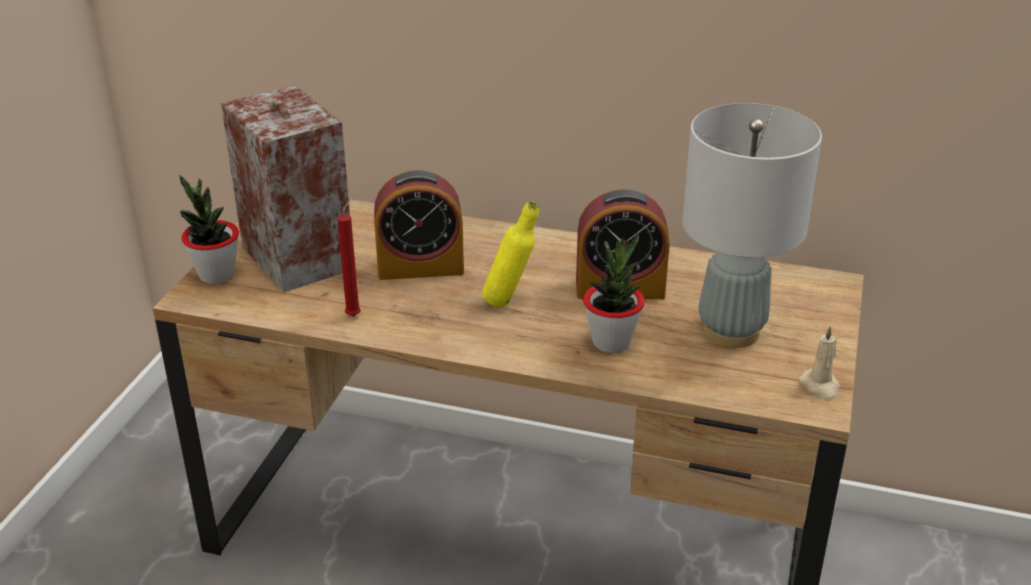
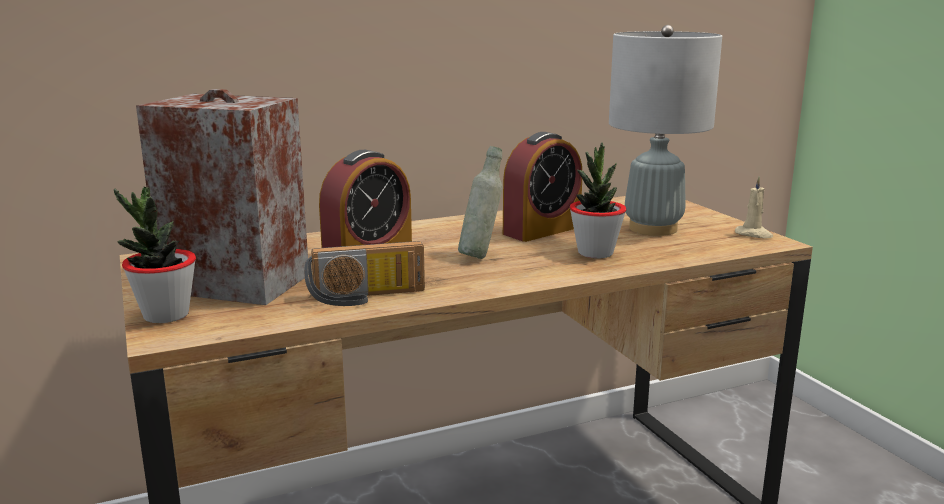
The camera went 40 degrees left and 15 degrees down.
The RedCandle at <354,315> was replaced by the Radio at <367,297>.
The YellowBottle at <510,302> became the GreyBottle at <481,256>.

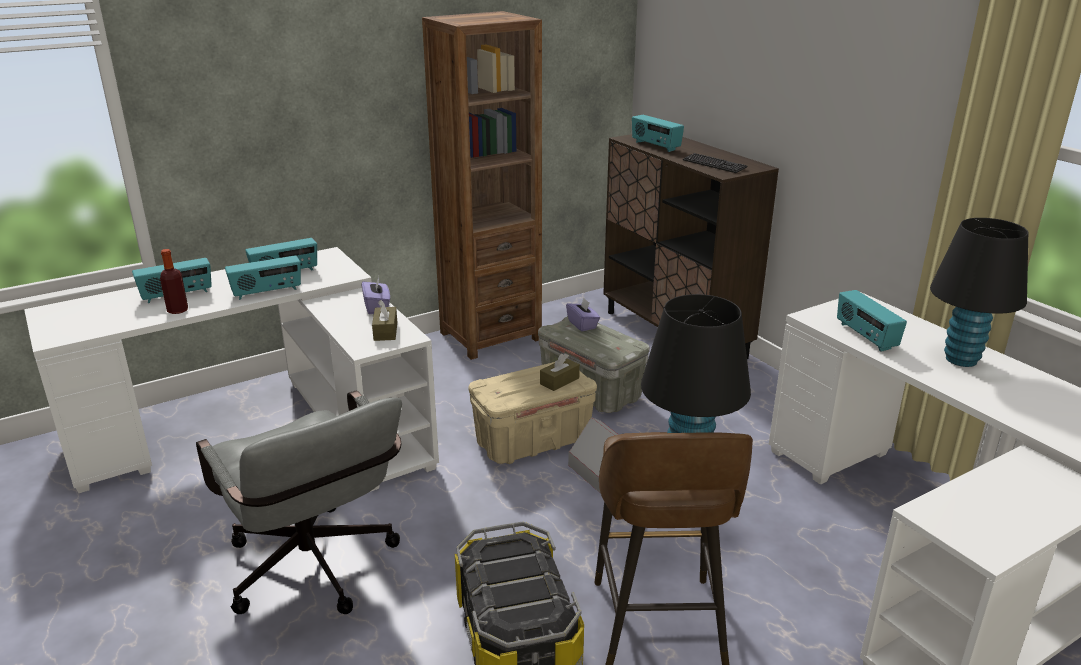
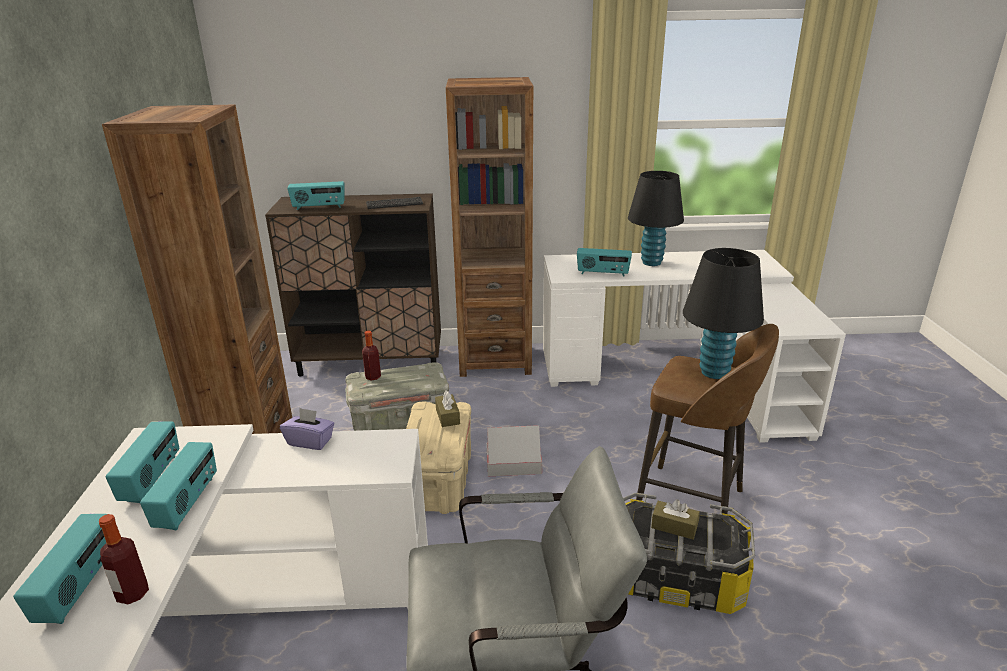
The camera went 60 degrees left and 0 degrees up.
The PurpleTissueBox at <582,324> was replaced by the Bottle at <373,377>.
The BrownTissueBox moved from <385,331> to <674,526>.
The BrownBookcase at <495,361> appeared.

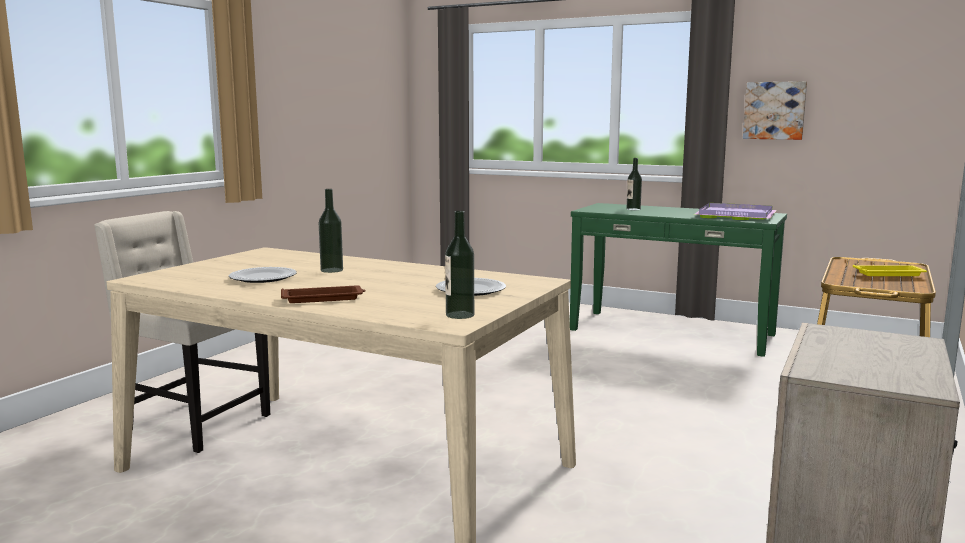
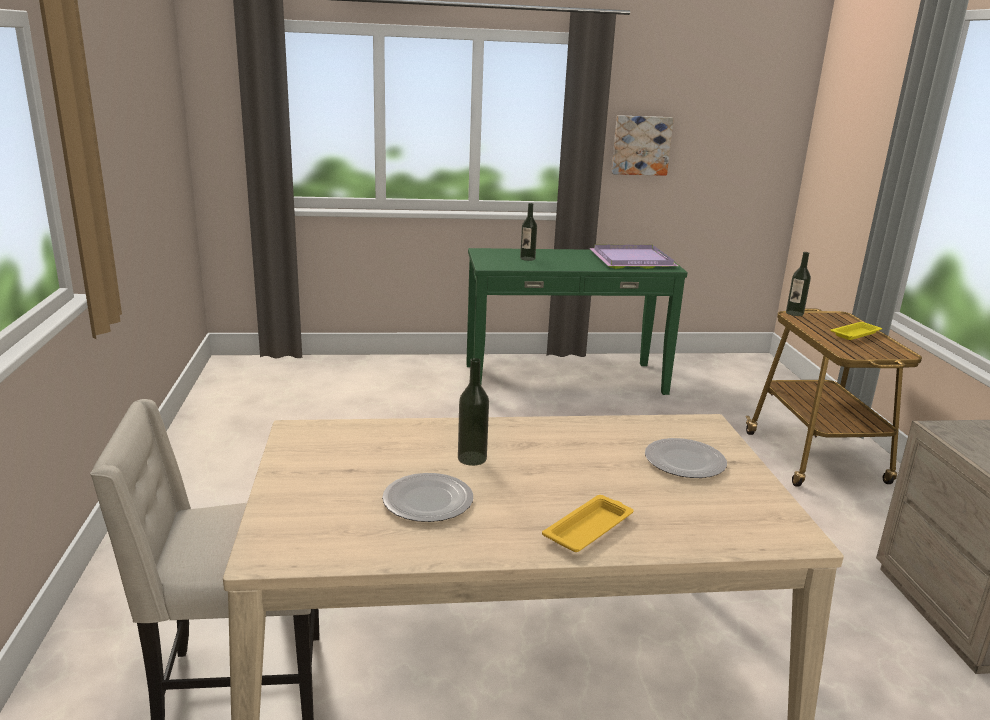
The camera went 35 degrees left and 10 degrees up.
The Bottle moved from <460,315> to <794,313>.
The BrownTray at <324,298> became the YellowTray at <589,528>.

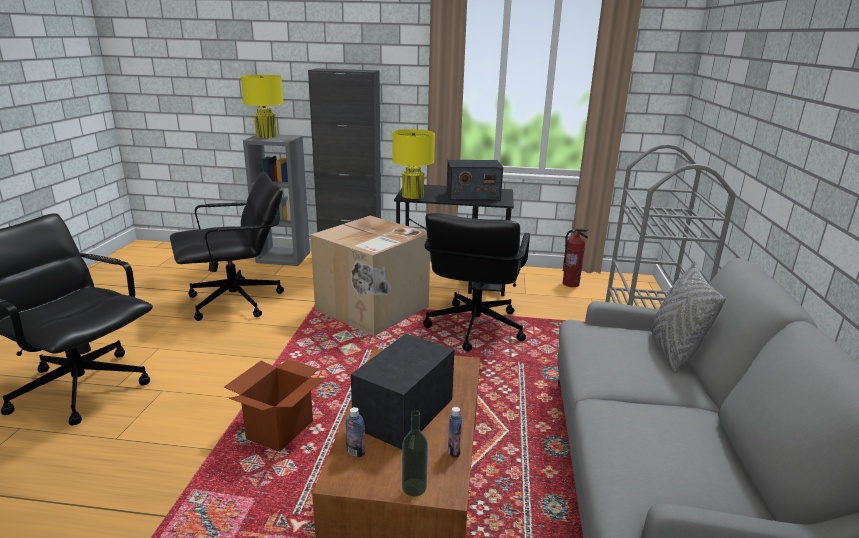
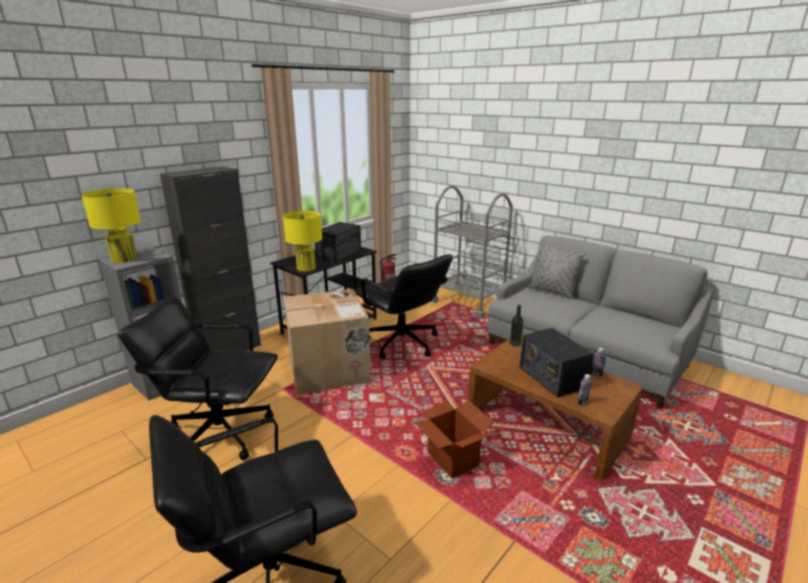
The camera went 55 degrees left and 0 degrees up.
The BlackOfficeChair at <236,301> turned 90 degrees counterclockwise.
The Bottle moved from <414,487> to <515,343>.

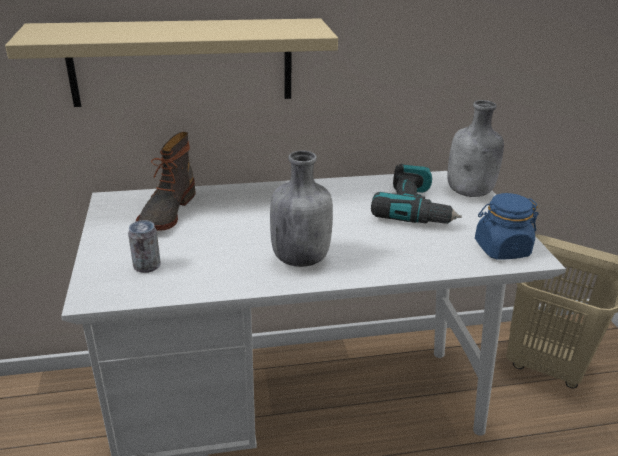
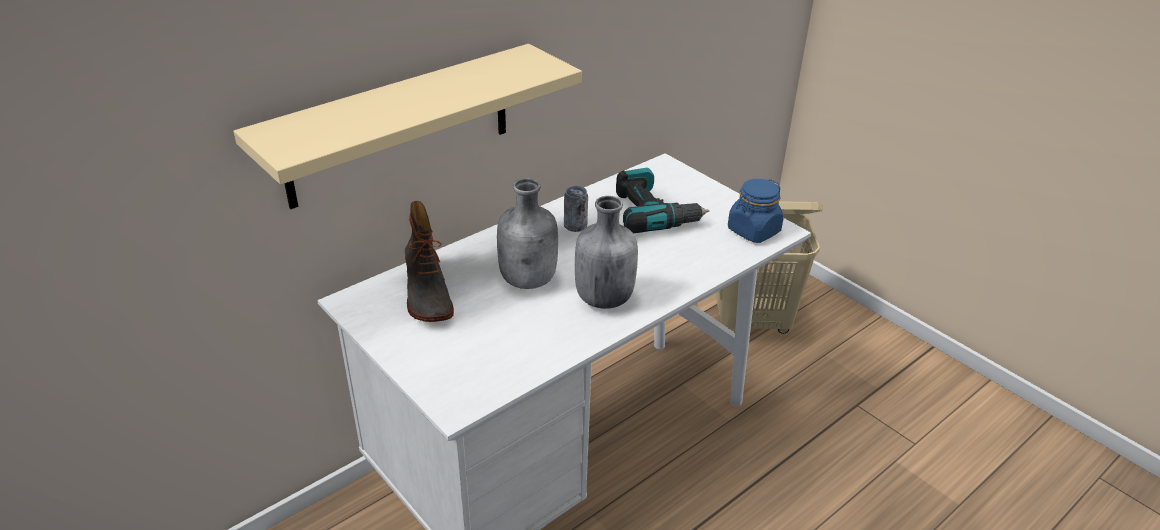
The camera went 30 degrees left and 5 degrees up.
The GreyBottle moved from <470,192> to <529,280>.
The Can moved from <147,266> to <575,226>.

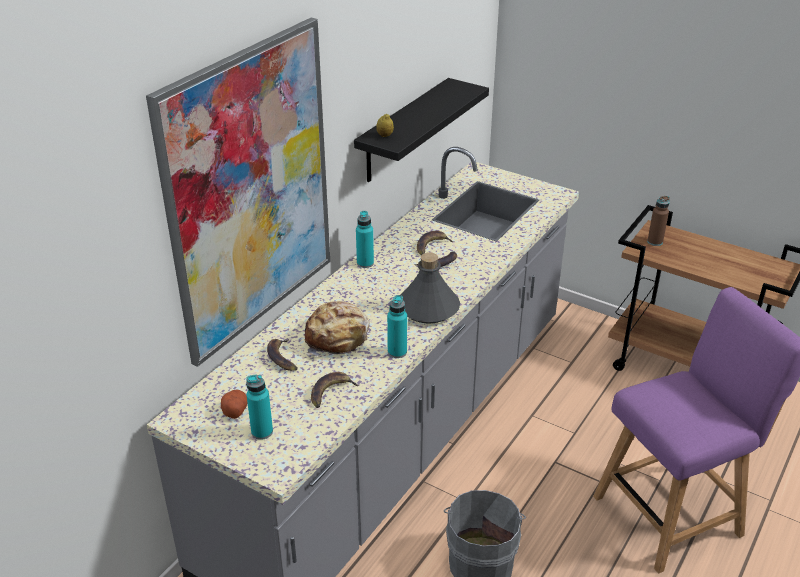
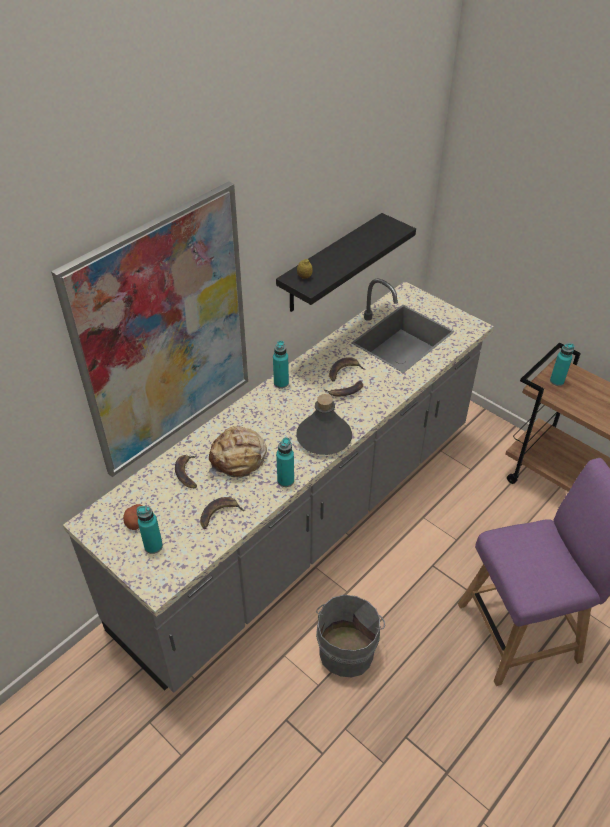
The camera went 10 degrees right and 10 degrees up.
The BrownBottle at <655,242> became the TurquoiseBottle at <557,381>.

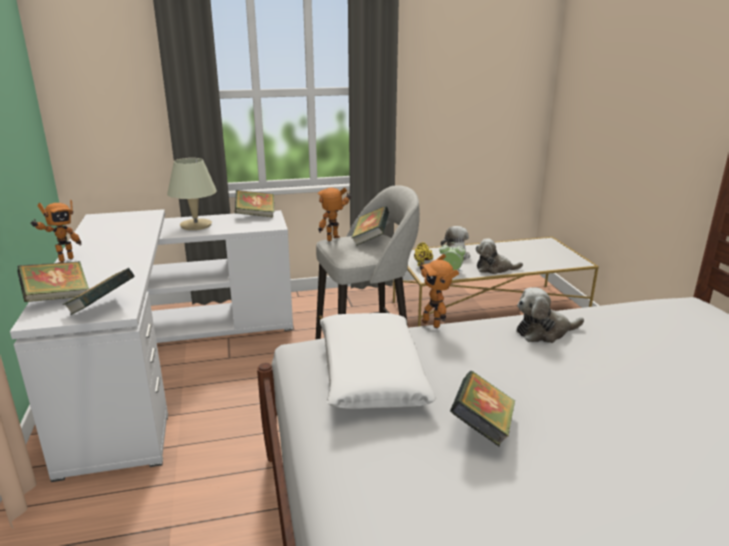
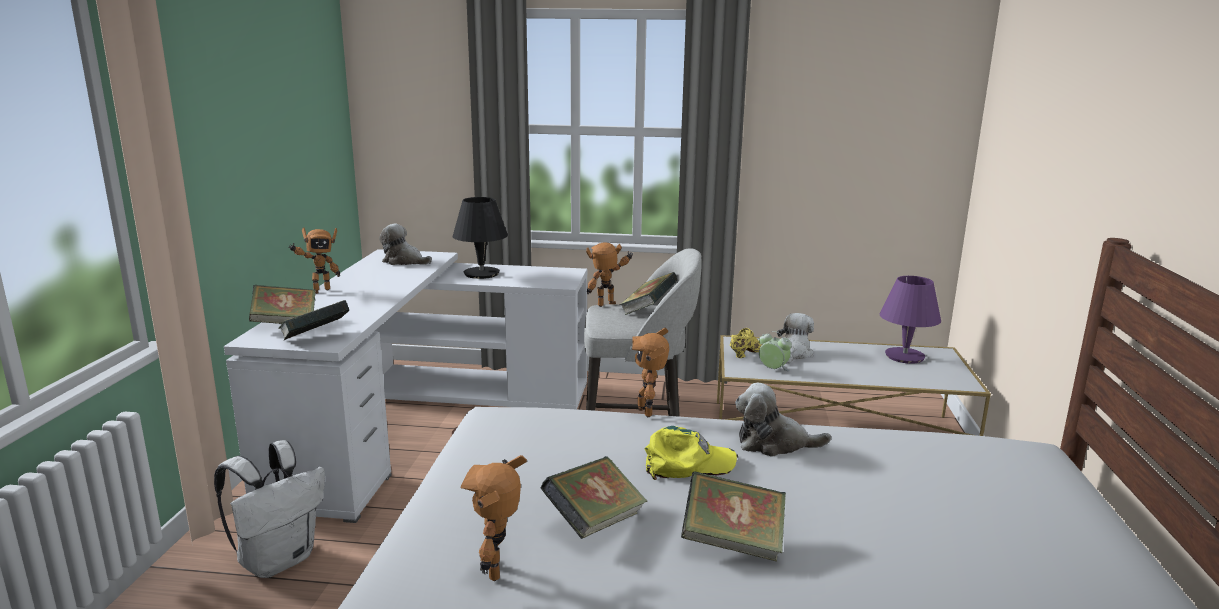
The camera went 20 degrees right and 5 degrees down.
The BeigeTableLamp at <196,225> became the BlackTableLamp at <481,273>.
The Book moved from <255,215> to <732,543>.
The PlushToy moved from <494,269> to <404,261>.
The WhitePillow at <371,373> disappeared.
The PurpleTableLamp at <905,356> appeared.
The YellowCap at <688,463> appeared.
The WhiteBackpack at <279,560> appeared.
The ToyRobot at <500,570> appeared.

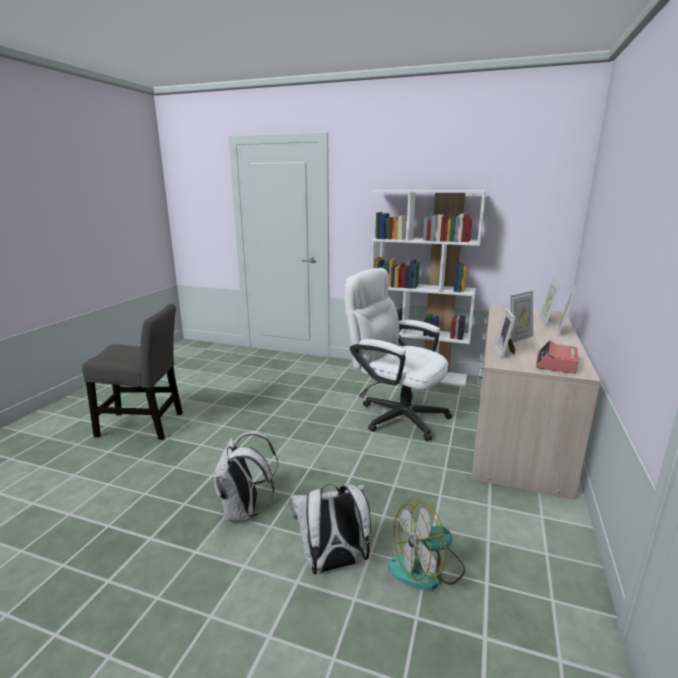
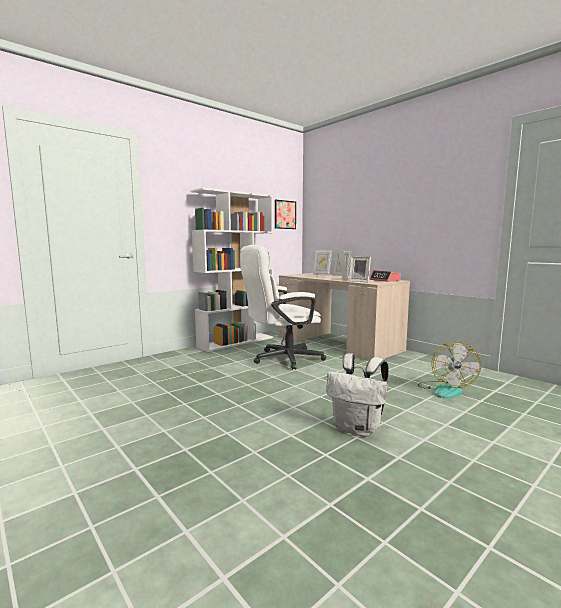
The camera went 60 degrees left and 10 degrees down.
The GreyChair at <144,425> disappeared.
The WhiteBackpack at <332,564> disappeared.
The Picture at <285,214> appeared.

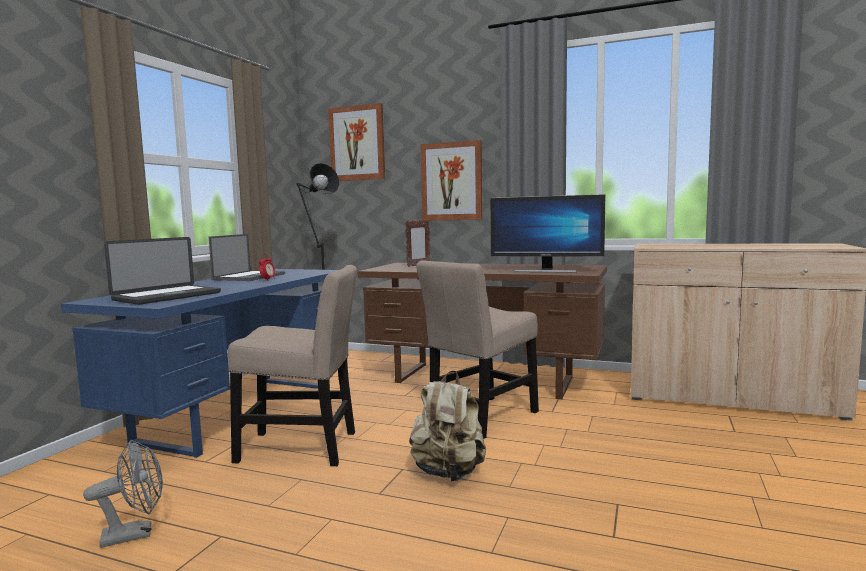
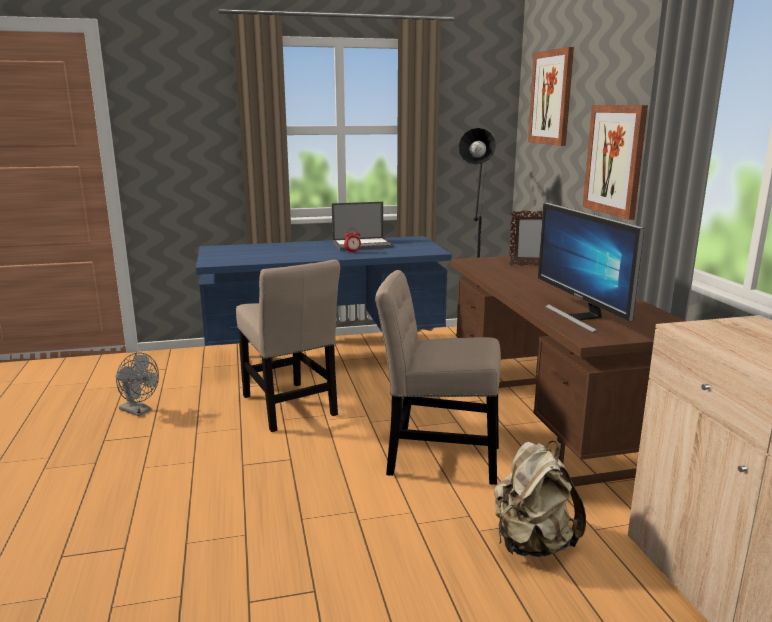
The camera went 55 degrees right and 10 degrees up.
The Laptop at <167,296> disappeared.
The BeigeBackpack moved from <449,473> to <532,544>.

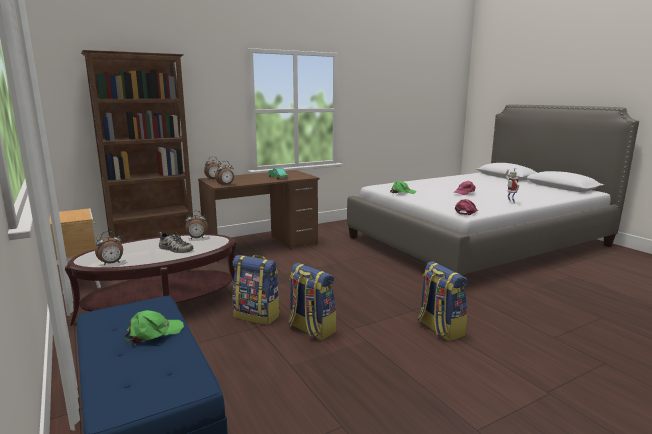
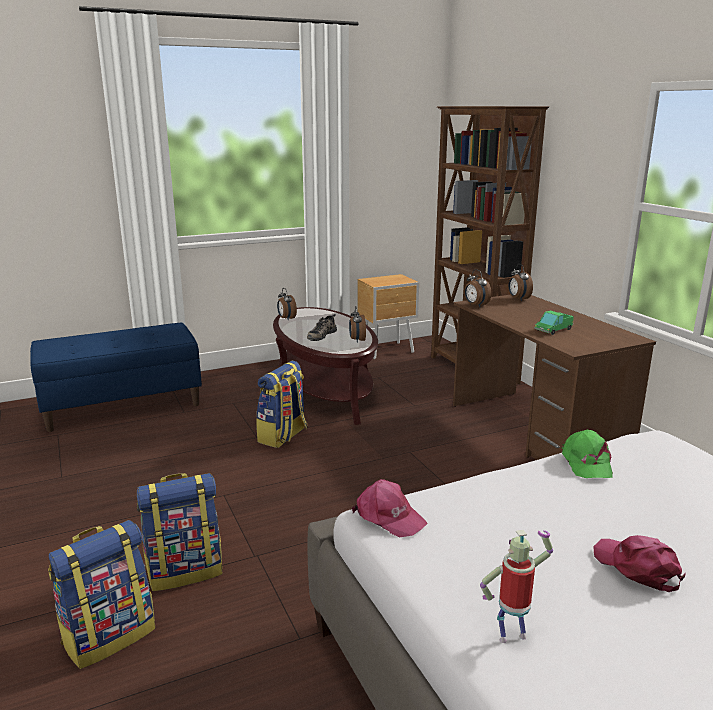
The camera went 95 degrees right and 5 degrees up.
The Backpack moved from <311,329> to <109,635>.
The GreenCap at <153,333> disappeared.

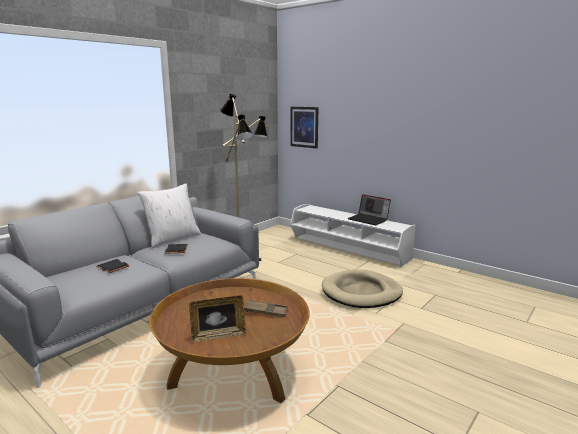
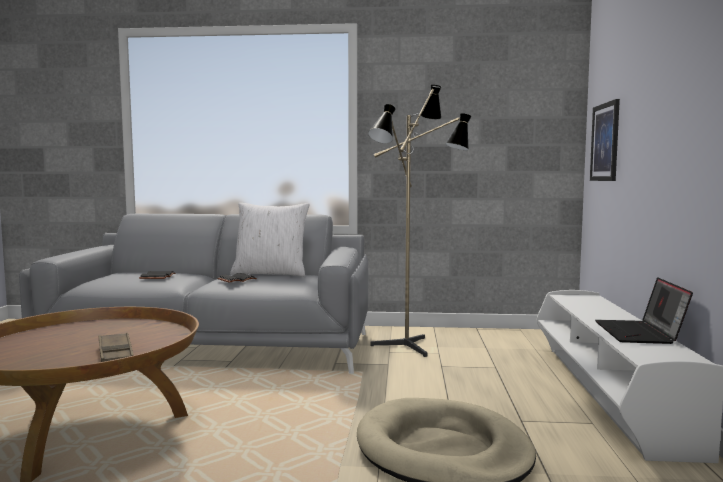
The camera went 55 degrees right and 10 degrees down.
The PictureFrame at <218,335> disappeared.

